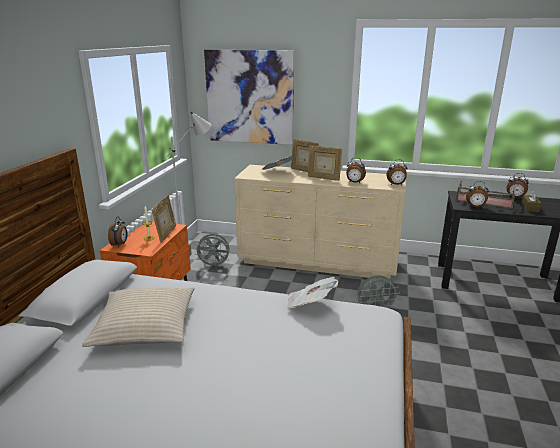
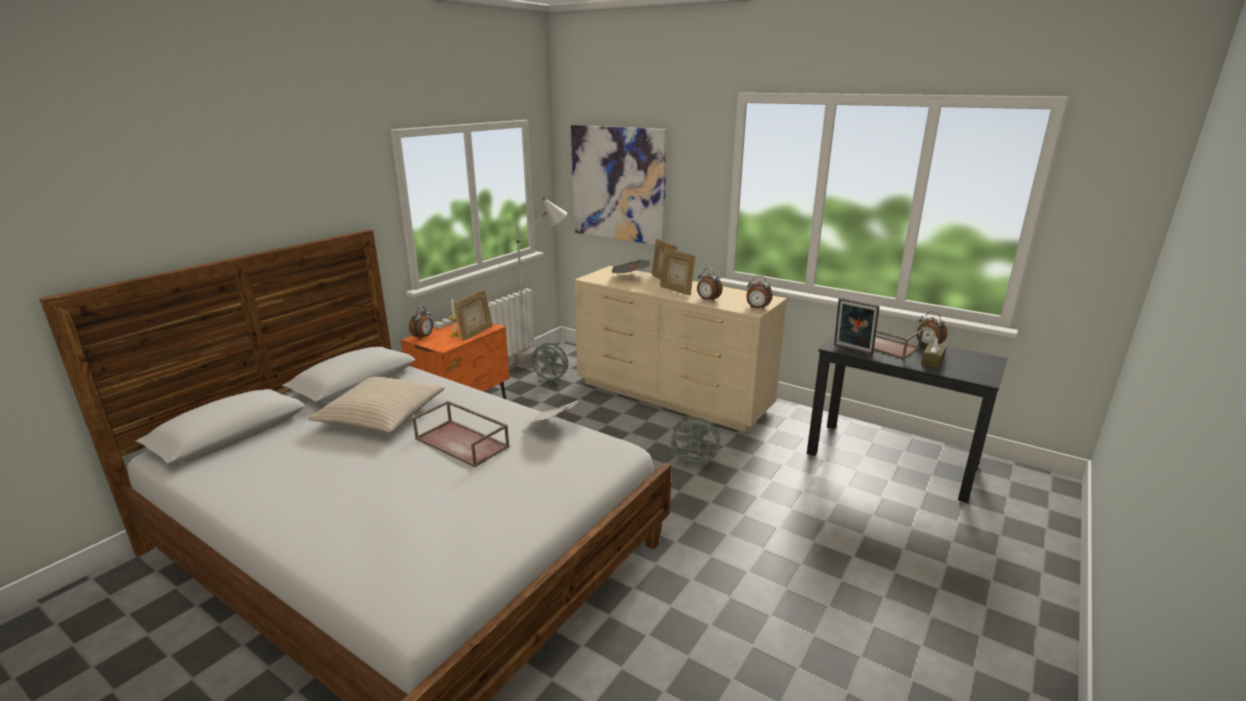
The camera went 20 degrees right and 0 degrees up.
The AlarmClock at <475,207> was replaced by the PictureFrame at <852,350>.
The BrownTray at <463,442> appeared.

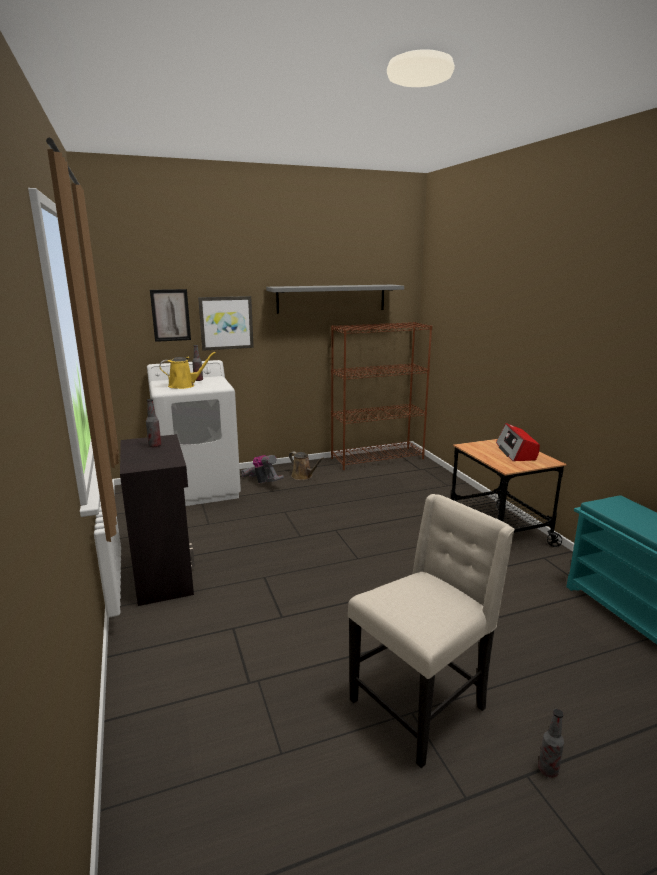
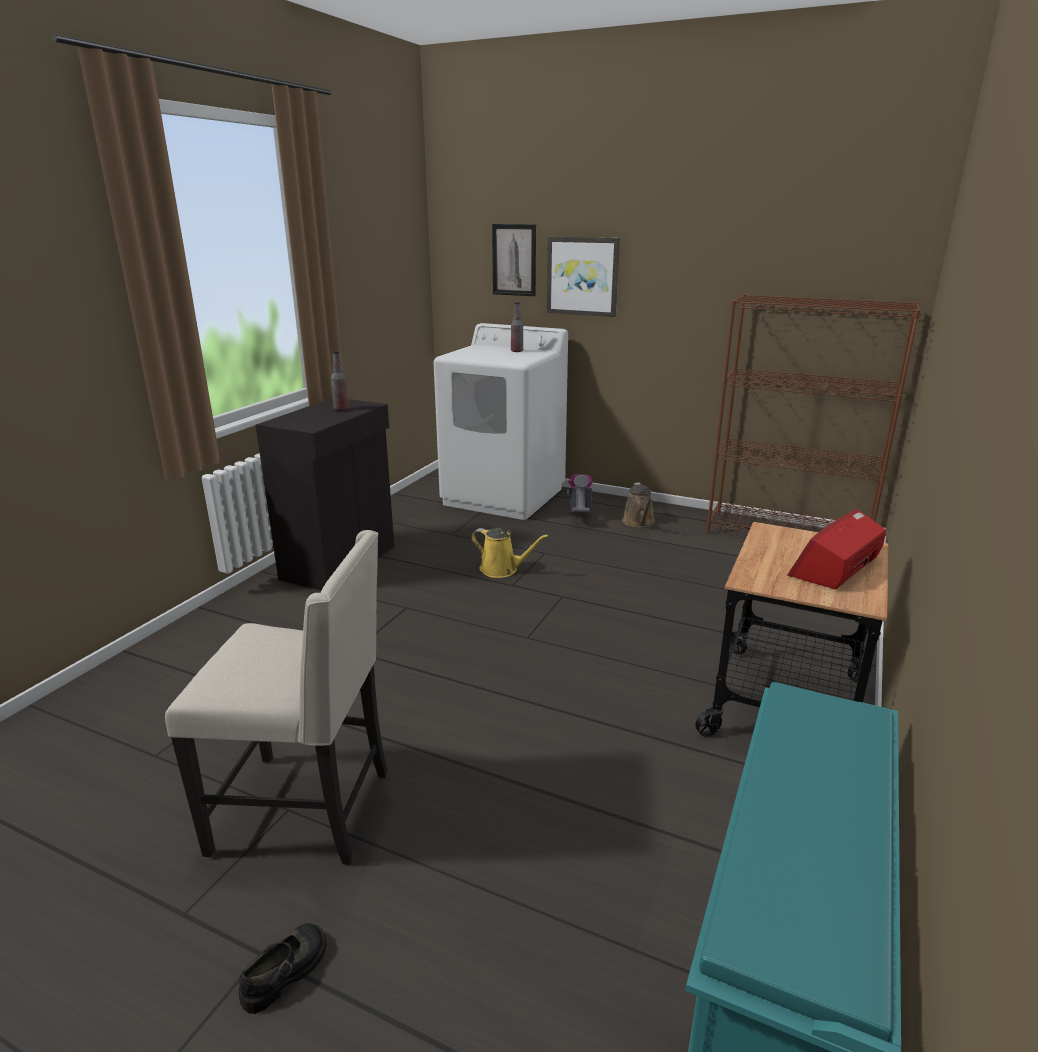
The camera went 45 degrees right and 5 degrees up.
The GreyShelf at <331,298> disappeared.
The YellowWateringCan moved from <184,385> to <502,570>.
The Bottle at <548,770> was replaced by the BlackShoe at <286,972>.

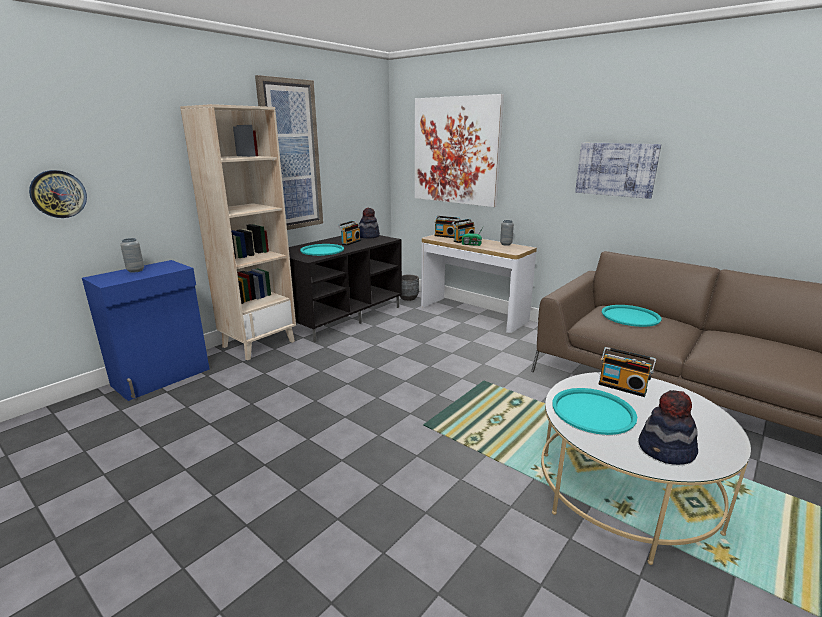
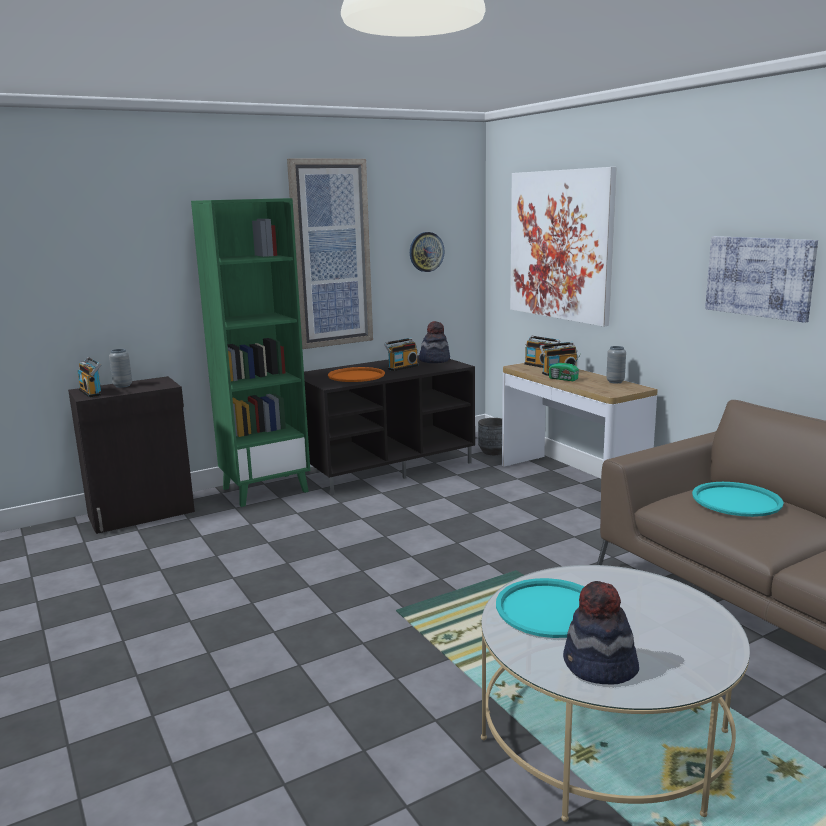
The camera went 20 degrees right and 5 degrees down.
The BeigeBookcase at <259,344> became the GreenBookcase at <265,489>.
The WallClock moved from <58,194> to <426,252>.
The TurquoiseTray at <322,250> became the OrangeTray at <356,376>.
The BlueCabinet at <162,377> became the BlackCabinet at <142,514>.
The Radio moved from <622,387> to <92,392>.

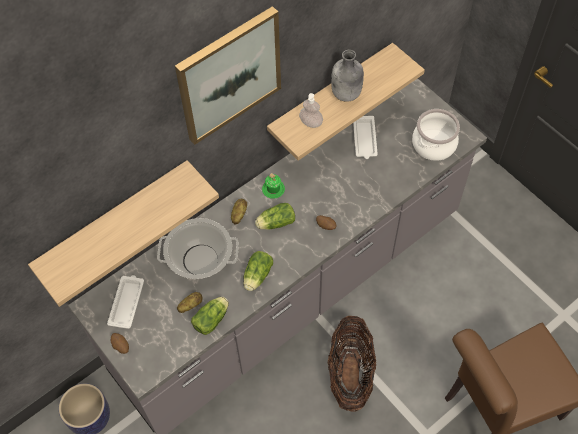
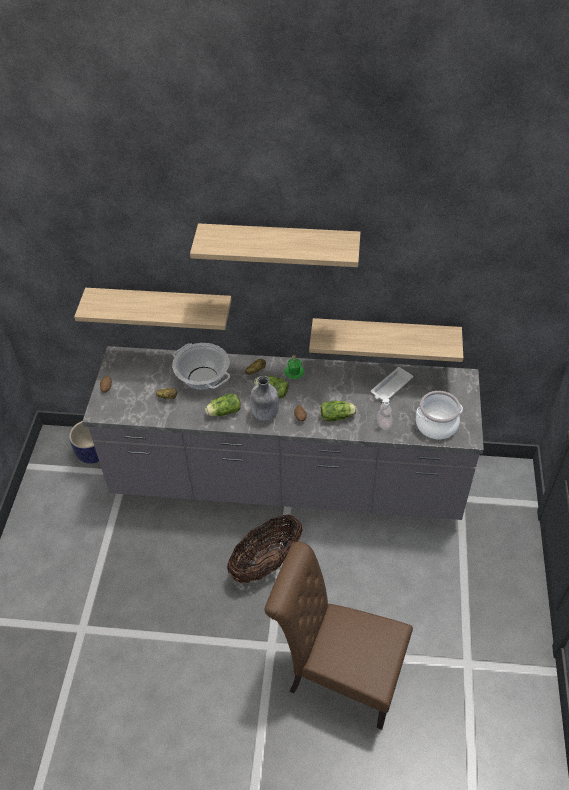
The camera went 45 degrees right and 10 degrees down.
The Picture at <229,75> was replaced by the Shelf at <279,245>.
The GreyBottle moved from <346,94> to <265,415>.
The SoapDispenser moved from <311,123> to <384,425>.
The WhiteTray at <127,302> disappeared.
The Lettuce moved from <212,318> to <338,416>.

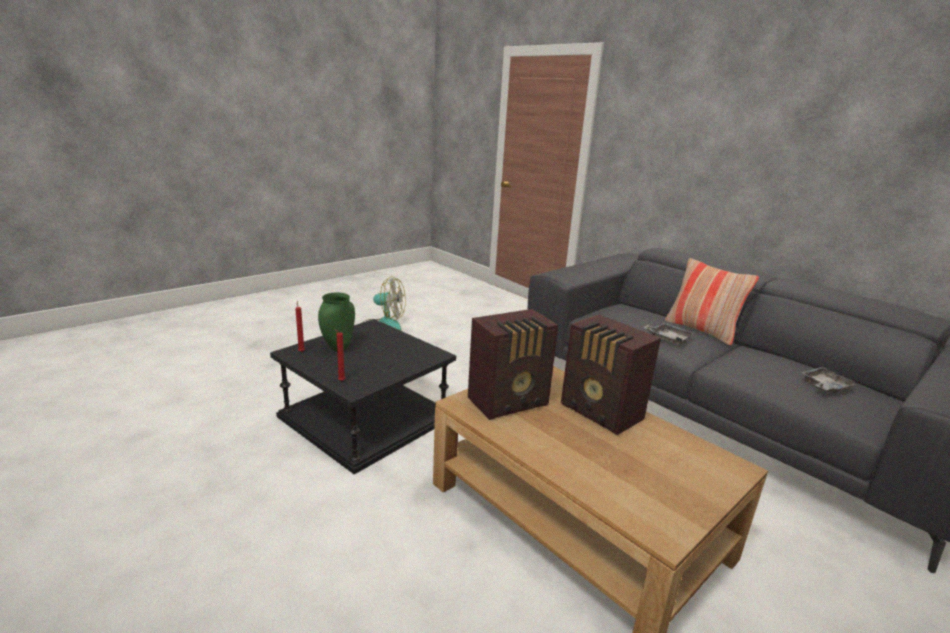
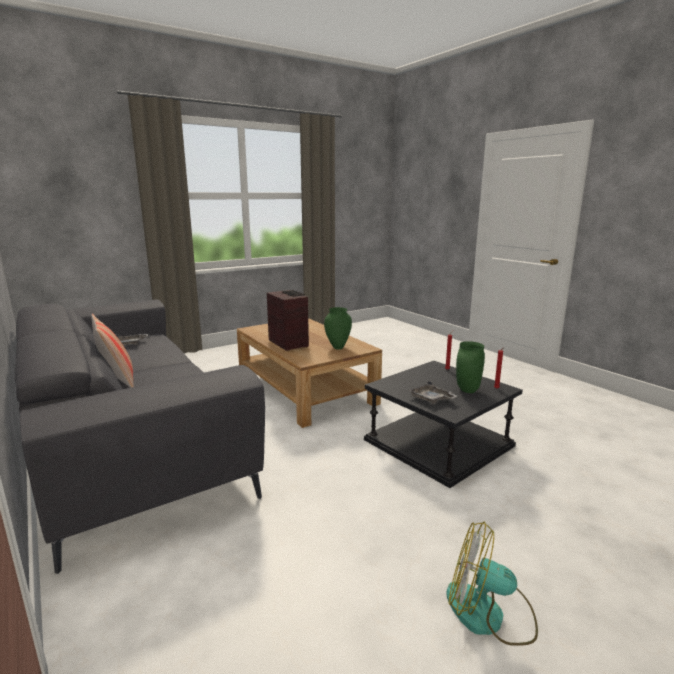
The camera went 170 degrees left and 5 degrees down.
The Radio at <510,402> was replaced by the GreenVase at <338,348>.
The GreyTray moved from <668,338> to <431,399>.

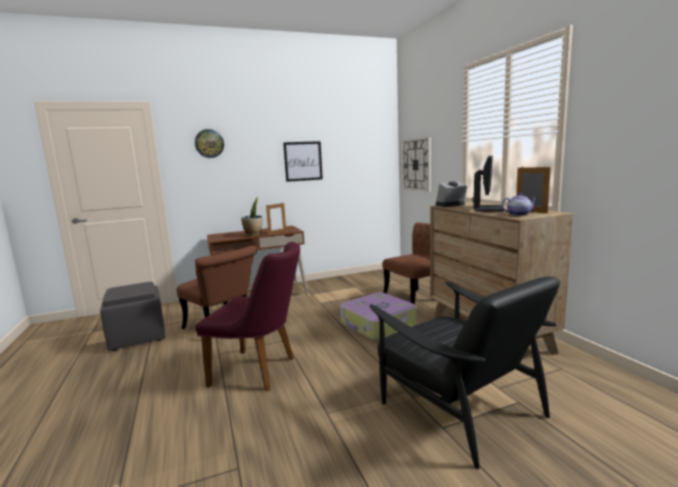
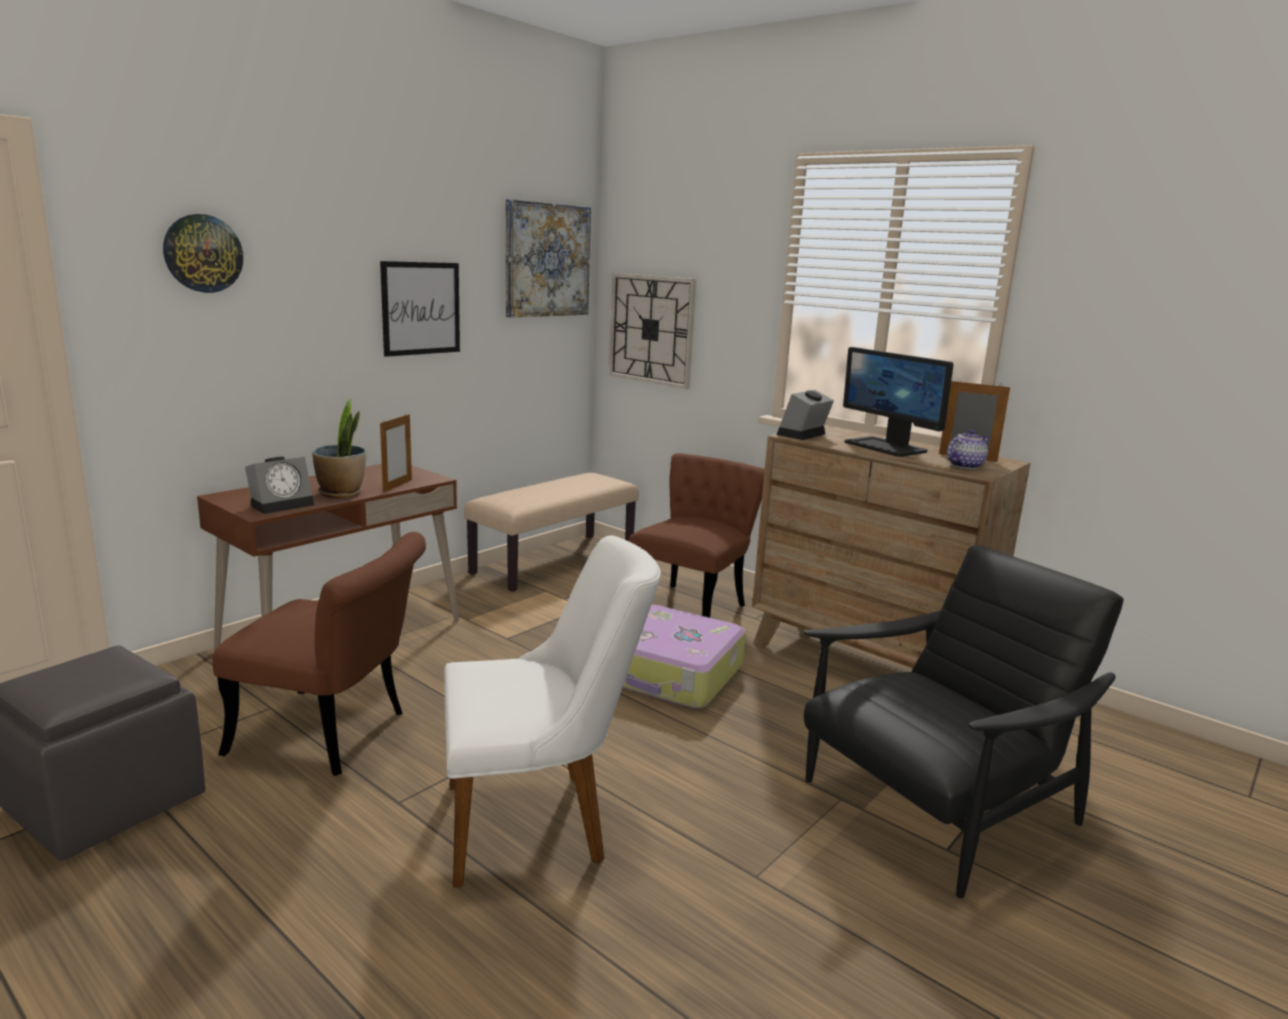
The camera went 30 degrees left and 5 degrees up.
The Monitor at <488,208> turned 150 degrees clockwise.
The PurpleChair at <261,371> became the WhiteChair at <541,822>.
The BlackArmchair at <458,406> turned 60 degrees counterclockwise.
The Picture at <547,260> appeared.
The AlarmClock at <283,504> appeared.
The BeigeBench at <554,561> appeared.

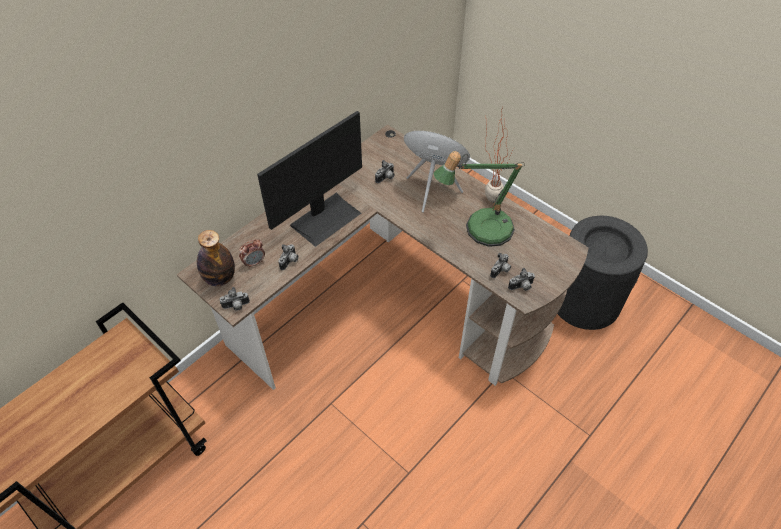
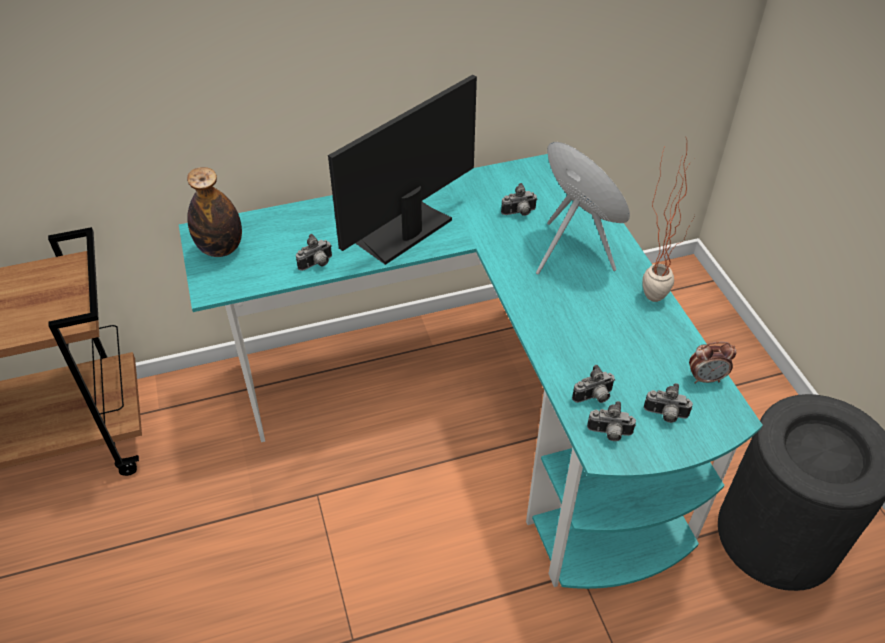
The camera went 30 degrees right and 5 degrees down.
The Monitor at <325,218> turned 150 degrees clockwise.
The BrownDesk at <392,305> became the TurquoiseDesk at <481,409>.
The TableLamp at <481,229> disappeared.
The AlarmClock moved from <254,263> to <706,378>.
The PhotoCamera moved from <236,306> to <665,415>.

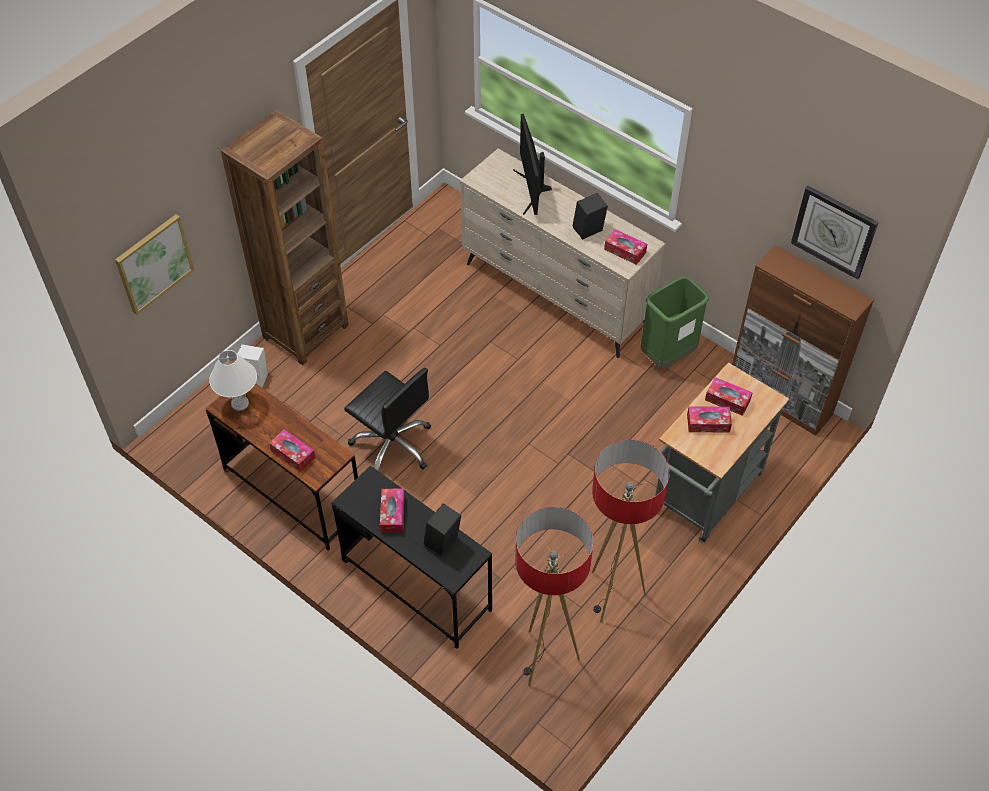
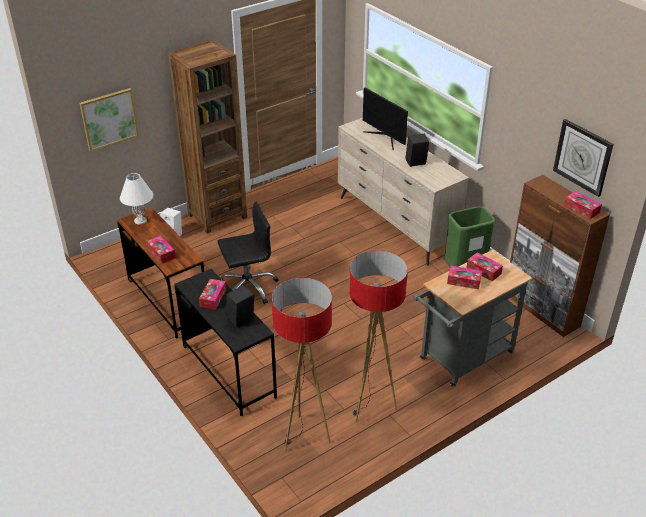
The camera went 15 degrees right and 15 degrees down.
The Monitor at <532,190> turned 45 degrees counterclockwise.
The TissueBox moved from <625,251> to <581,209>.
The BlackOfficeChair at <392,445> turned 75 degrees counterclockwise.

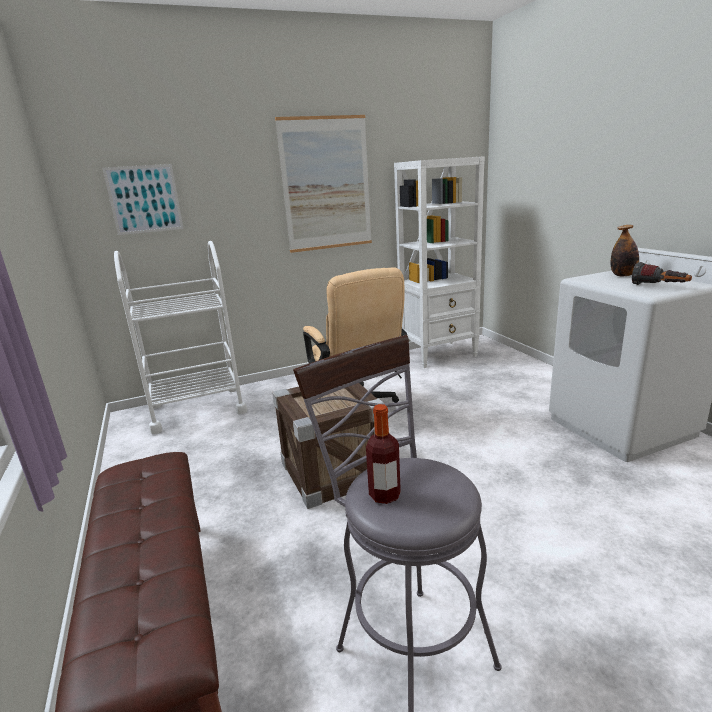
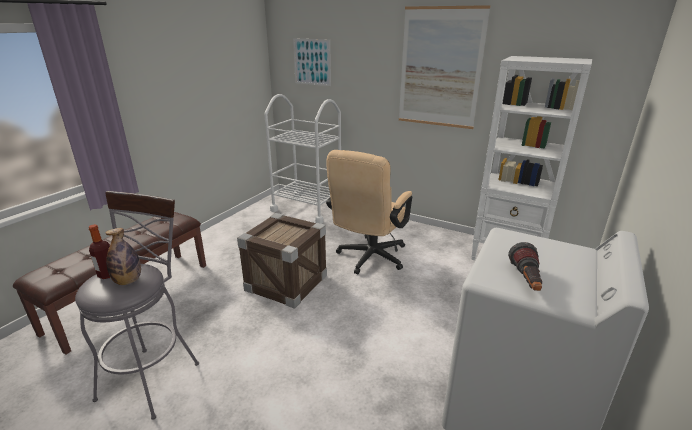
The camera went 50 degrees right and 5 degrees up.
The Bottle moved from <623,275> to <128,281>.

